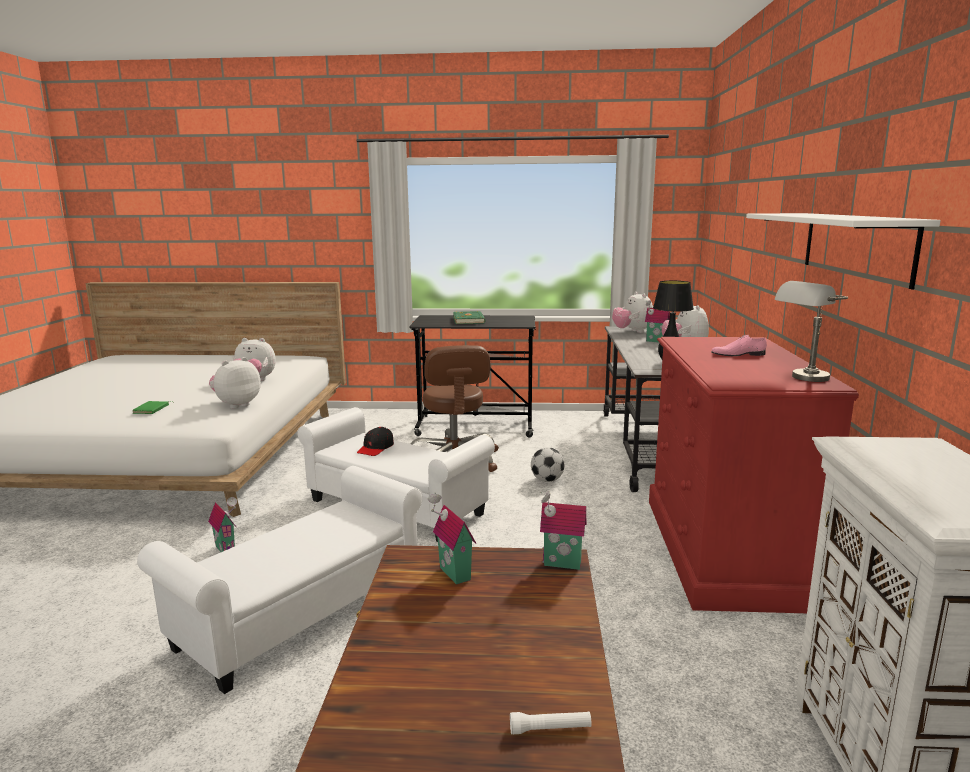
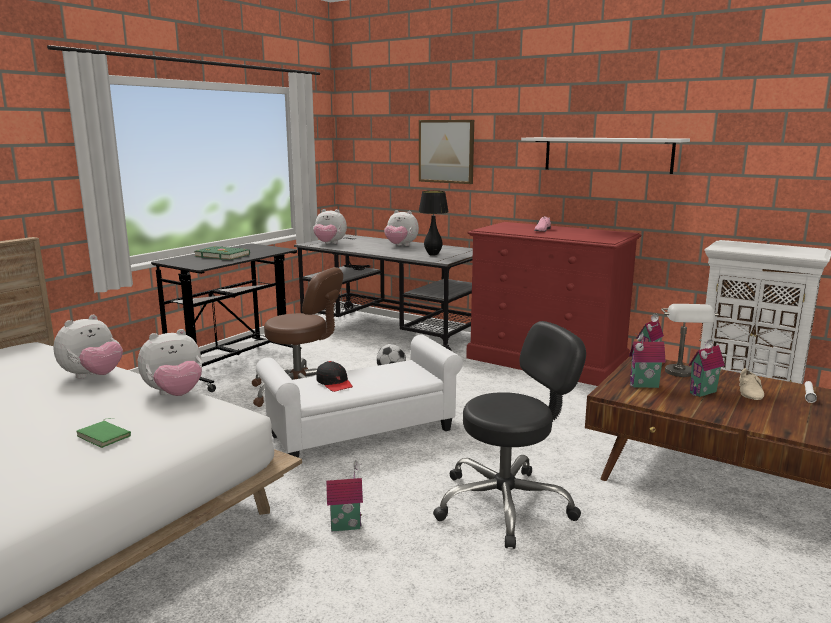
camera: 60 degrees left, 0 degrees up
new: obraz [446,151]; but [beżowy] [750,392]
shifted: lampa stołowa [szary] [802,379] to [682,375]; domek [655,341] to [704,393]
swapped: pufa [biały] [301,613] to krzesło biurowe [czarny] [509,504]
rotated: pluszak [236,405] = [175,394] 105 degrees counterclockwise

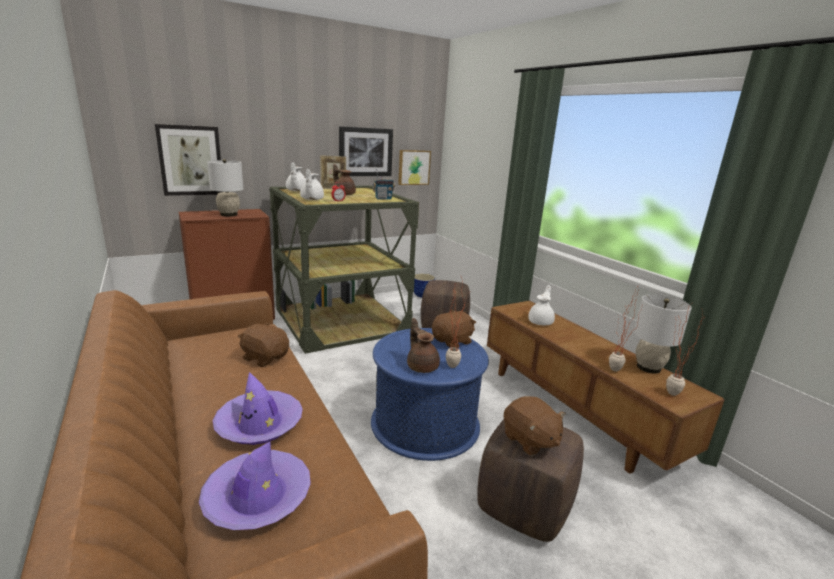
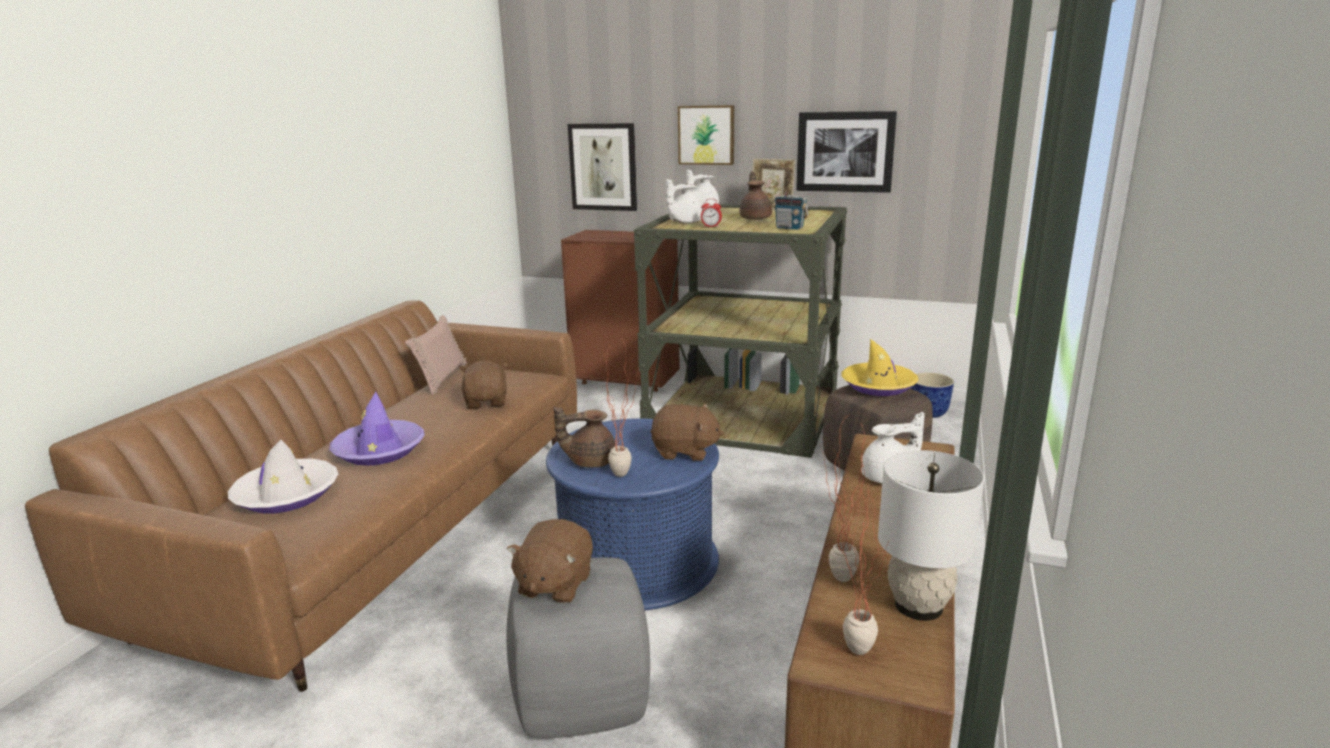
camera: 50 degrees right, 0 degrees up
gone: lampa stołowa [biały] [229,214]
new: poduszka [beżowy] [441,379]; kapelusz [żółty] [878,386]
shifted: obraz [413,167] to [706,135]
repainted: kapelusz [fioletowy] [257,497] to kapelusz [biały] [286,495]; pufa [brązowy] [523,507] to pufa [szary] [581,698]
rotated: imbryk [brązowy] [422,366] = [590,461] 120 degrees counterclockwise

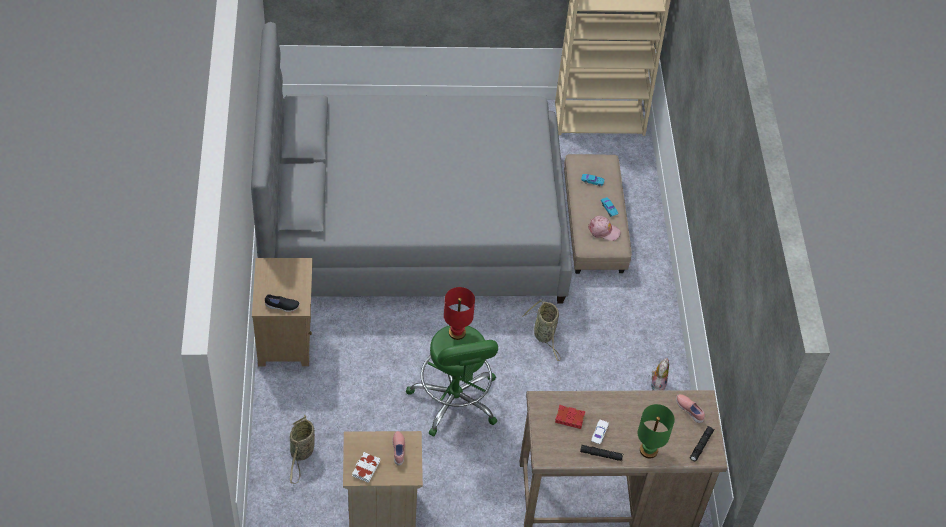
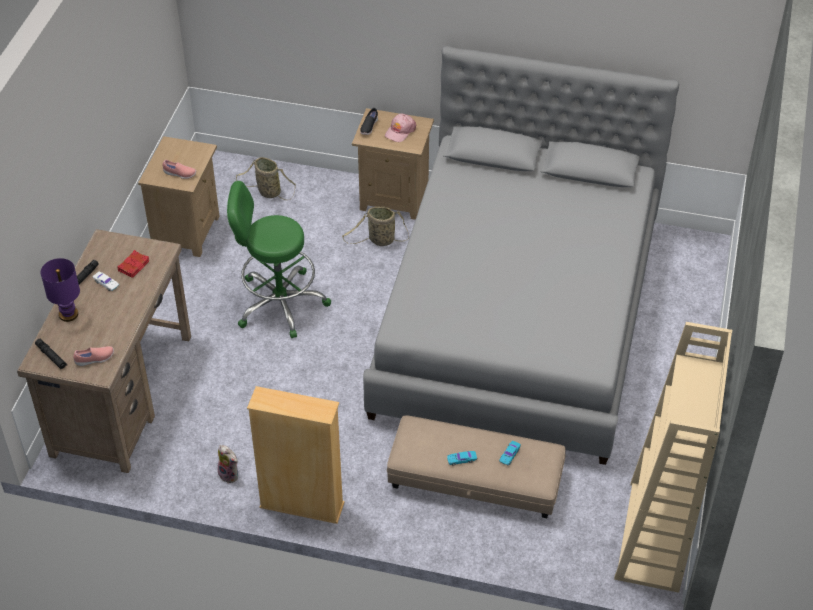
camera: 110 degrees right, 5 degrees down
gone: książka [biały] [365,468]; lampa stołowa [czerwony] [457,333]
new: regał [beżowy] [302,505]
shifted: koszyk [544,335] to [379,240]; czapka z daszkiem [różowy] [603,230] to [400,131]
repainted: lampa stołowa [zielony] [649,450] to lampa stołowa [fioletowy] [69,315]

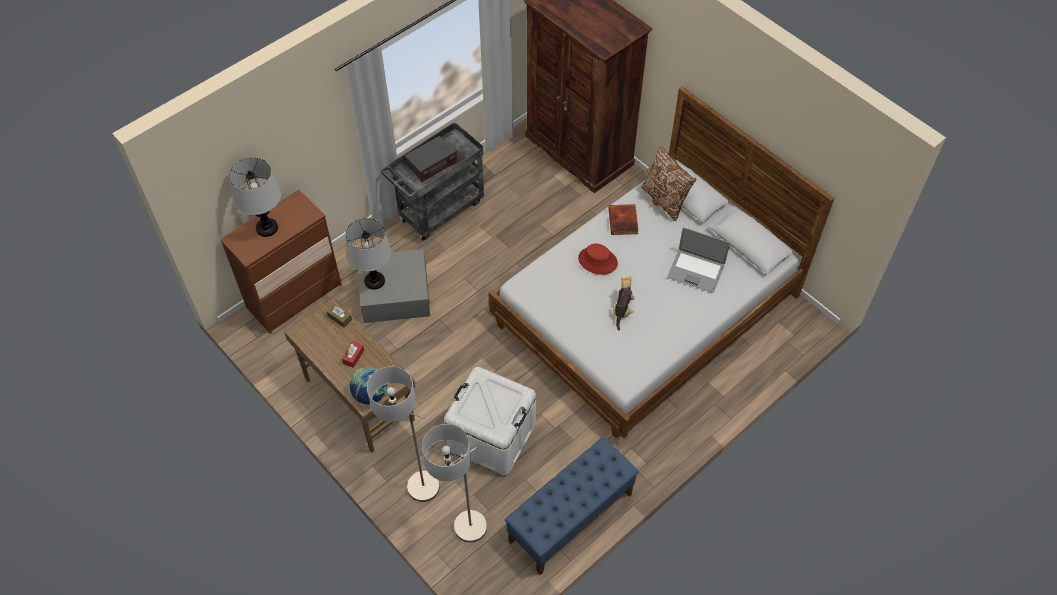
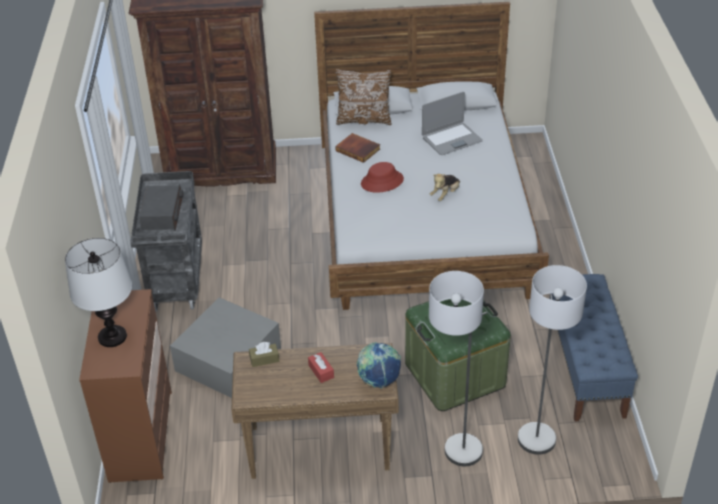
camera: 50 degrees left, 15 degrees down
gone: lampa stołowa [375,281]
repainted: pojemnik do przechowywania [biały] [492,436] to pojemnik do przechowywania [zielony] [455,375]
rotated: pluszak [622,310] = [445,194] 105 degrees counterclockwise

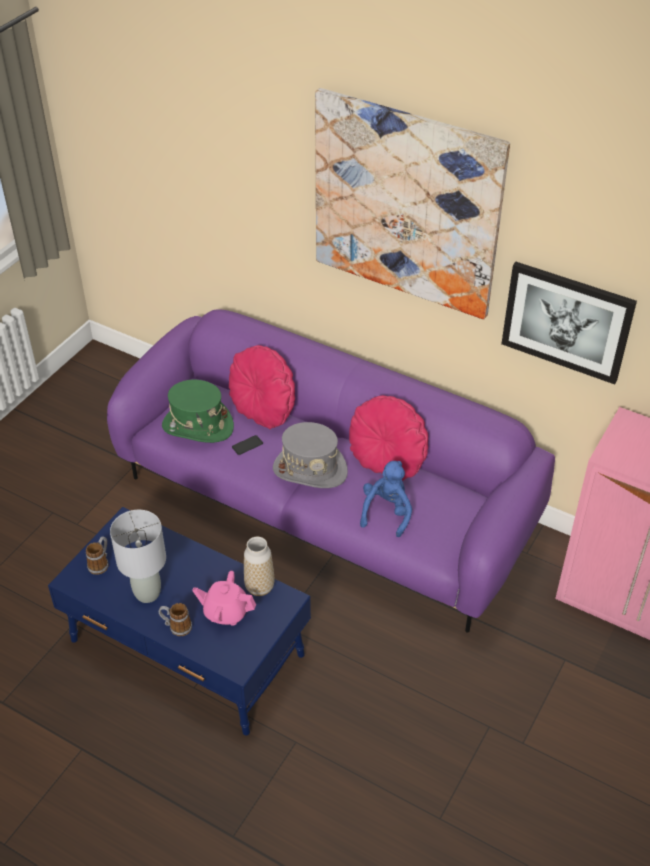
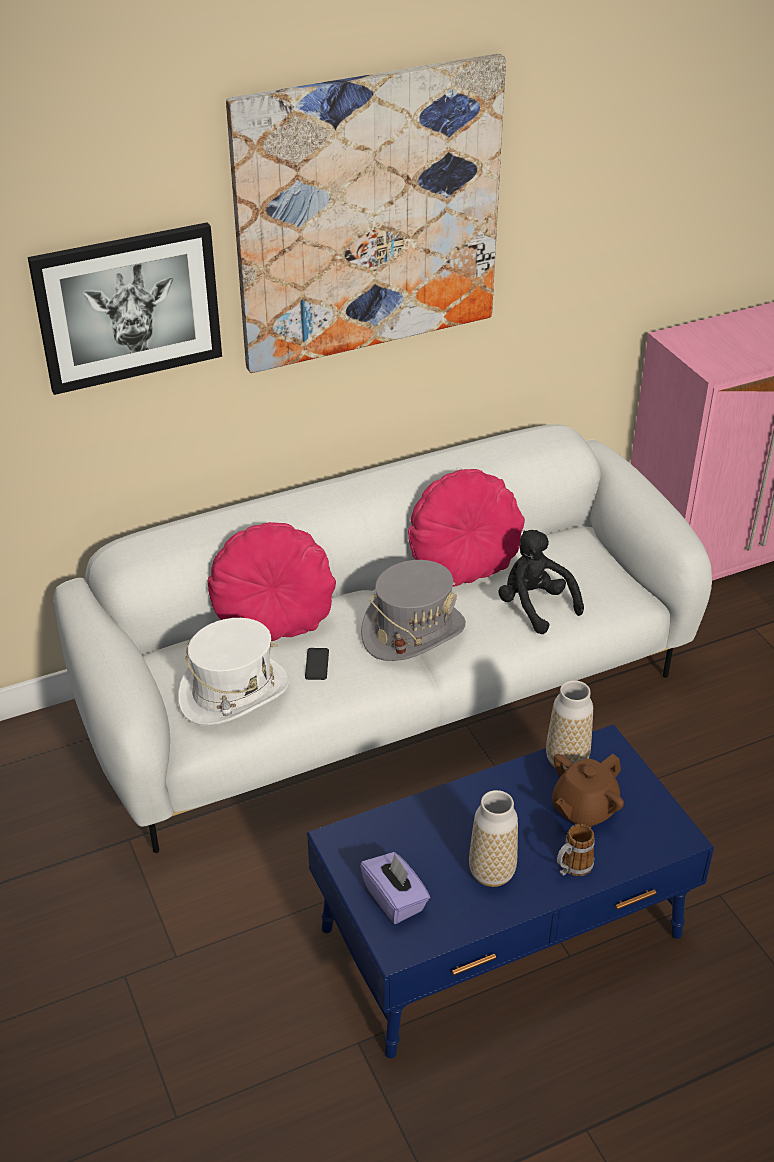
camera: 55 degrees left, 5 degrees down
shifted: obraz [567,321] to [128,307]
swapped: kubek [100,563] to pudełko chusteczek [fioletowy] [395,899]; lampa stołowa [szary] [147,594] to wazon [491,873]
repainted: kanapa [fioletowy] [325,507] to kanapa [biały] [387,695]; kapelusz [zielony] [197,426] to kapelusz [biały] [234,693]; pluszak [niebieski] [387,512] to pluszak [czarny] [535,606]; imbryk [różowy] [226,612] to imbryk [brązowy] [583,809]

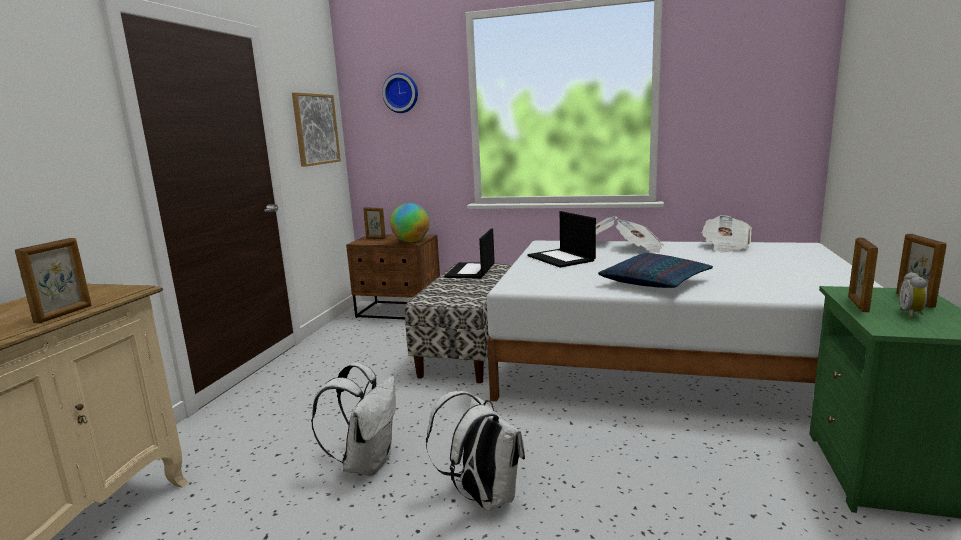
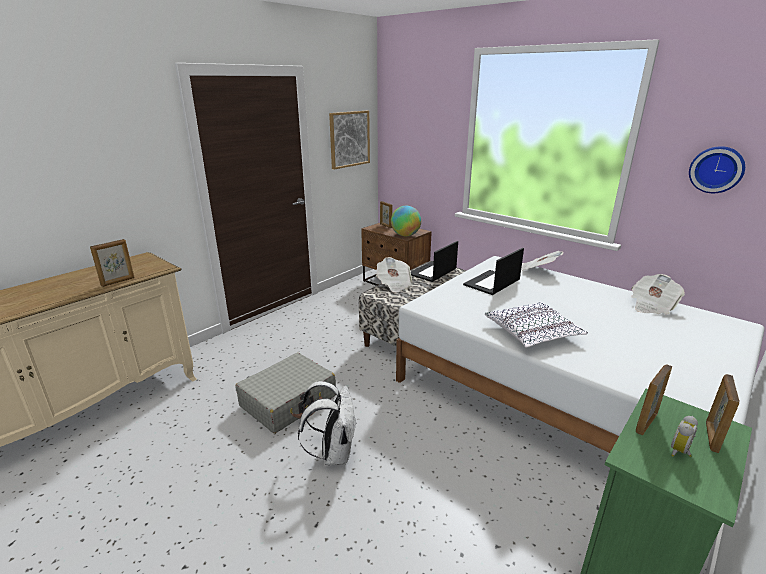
camera: 25 degrees right, 10 degrees up
shifted: gazeta [640,249] to [394,284]; zegar ścienny [401,93] to [716,169]
swapped: plecak [biały] [367,463] to walizka [szary] [289,401]
repainted: poduszka [niebieski] [655,283] to poduszka [biały] [532,333]
rotated: laptop [561,258] = [492,283] 45 degrees clockwise

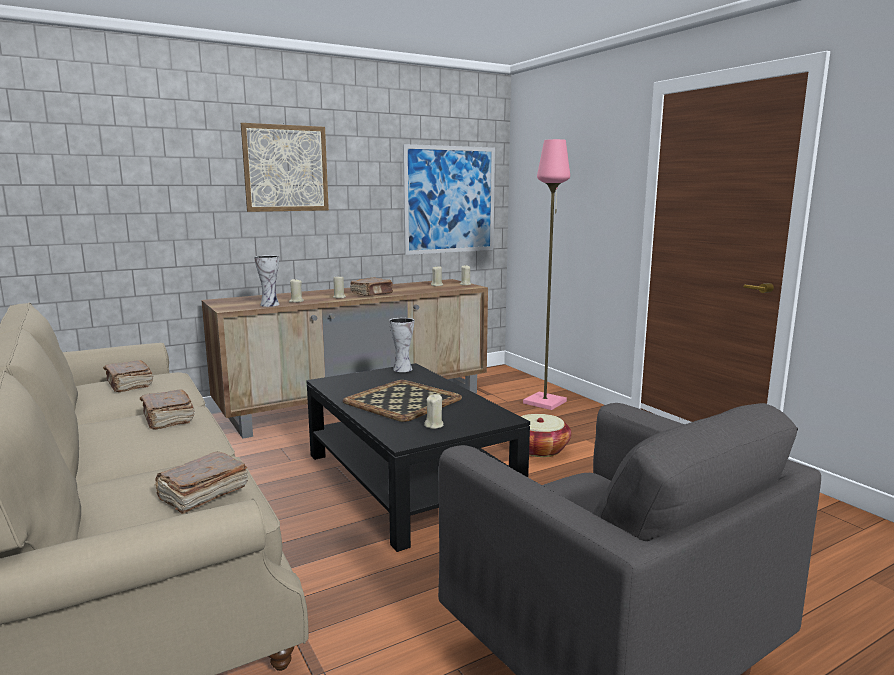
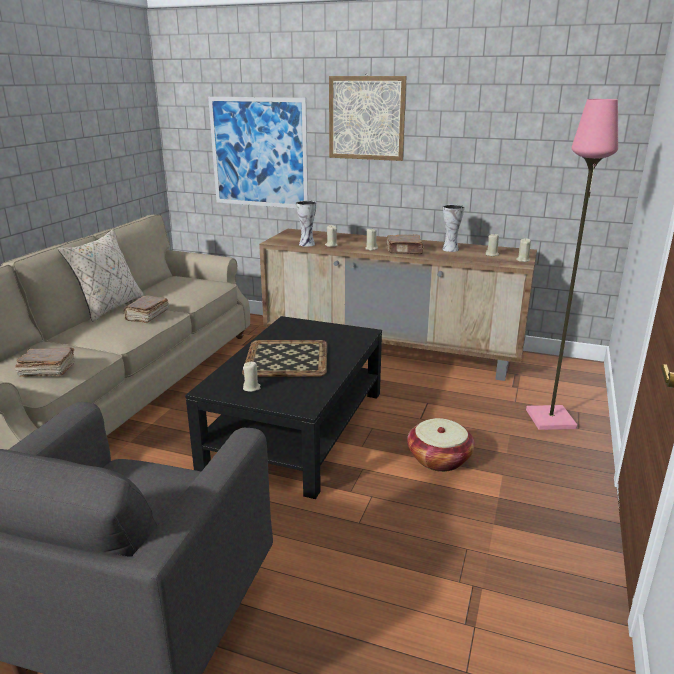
camera: 50 degrees right, 10 degrees up
gone: książka [brązowy] [129,384]
new: poduszka [beżowy] [109,307]
shifted: obraz [450,200] to [259,153]; wazon [401,369] to [450,249]

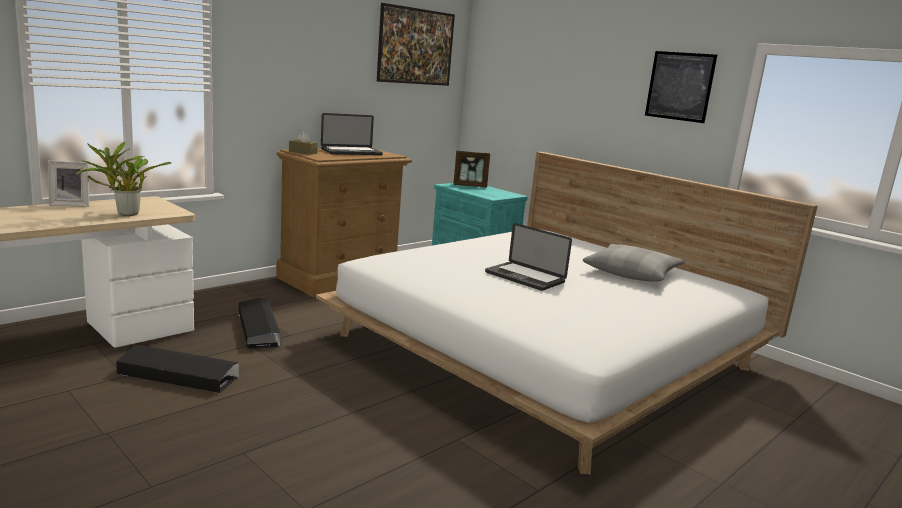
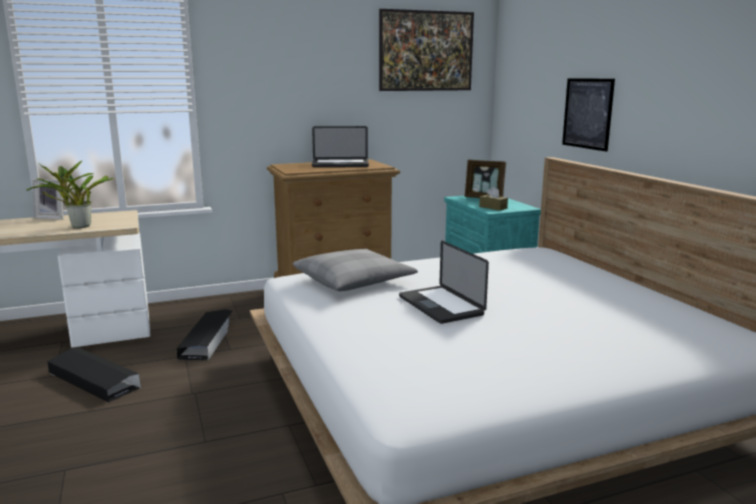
camera: 25 degrees right, 0 degrees up
shifted: poduszka [szary] [632,273] to [354,281]; pudełko chusteczek [brązowy] [303,152] to [493,207]; obraz [679,86] to [587,113]

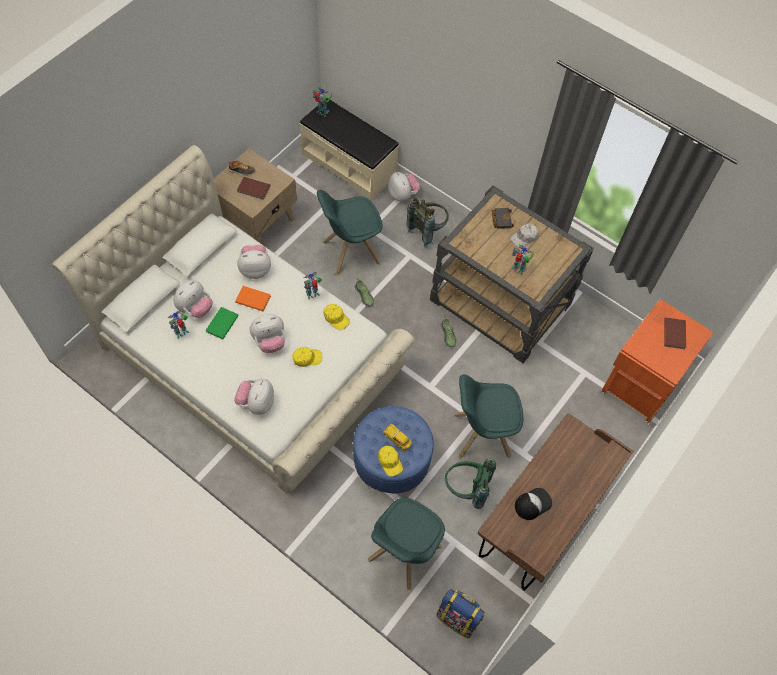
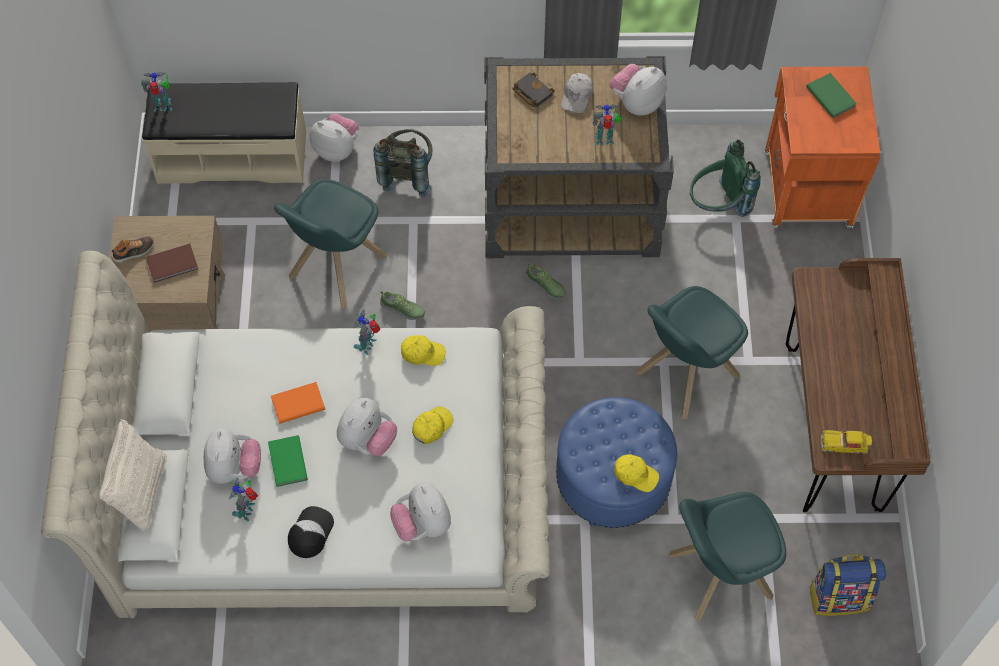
camera: 35 degrees left, 0 degrees up
new: poduszka [beżowy] [142,492]
shifted: czapka z daszkiem [532,503] to [310,532]; pluszak [255,269] to [636,103]; plecak [zielony] [466,489] to [718,205]; samochodzik [397,439] to [844,444]
repainted: książka [brązowy] [675,333] to książka [zielony] [831,96]
rotated: krzesło [turkusowy] [403,553] = [719,574] 75 degrees clockwise

